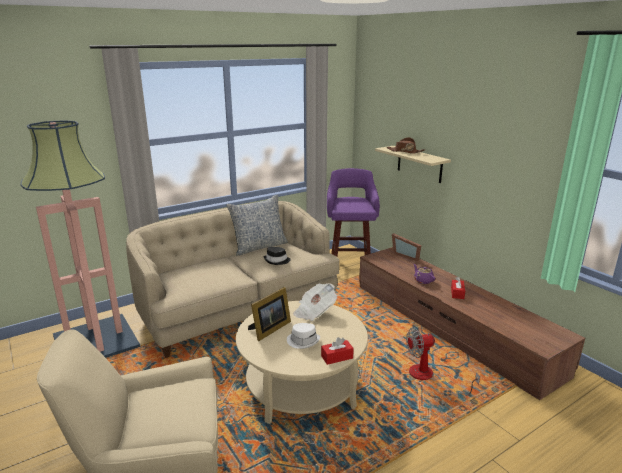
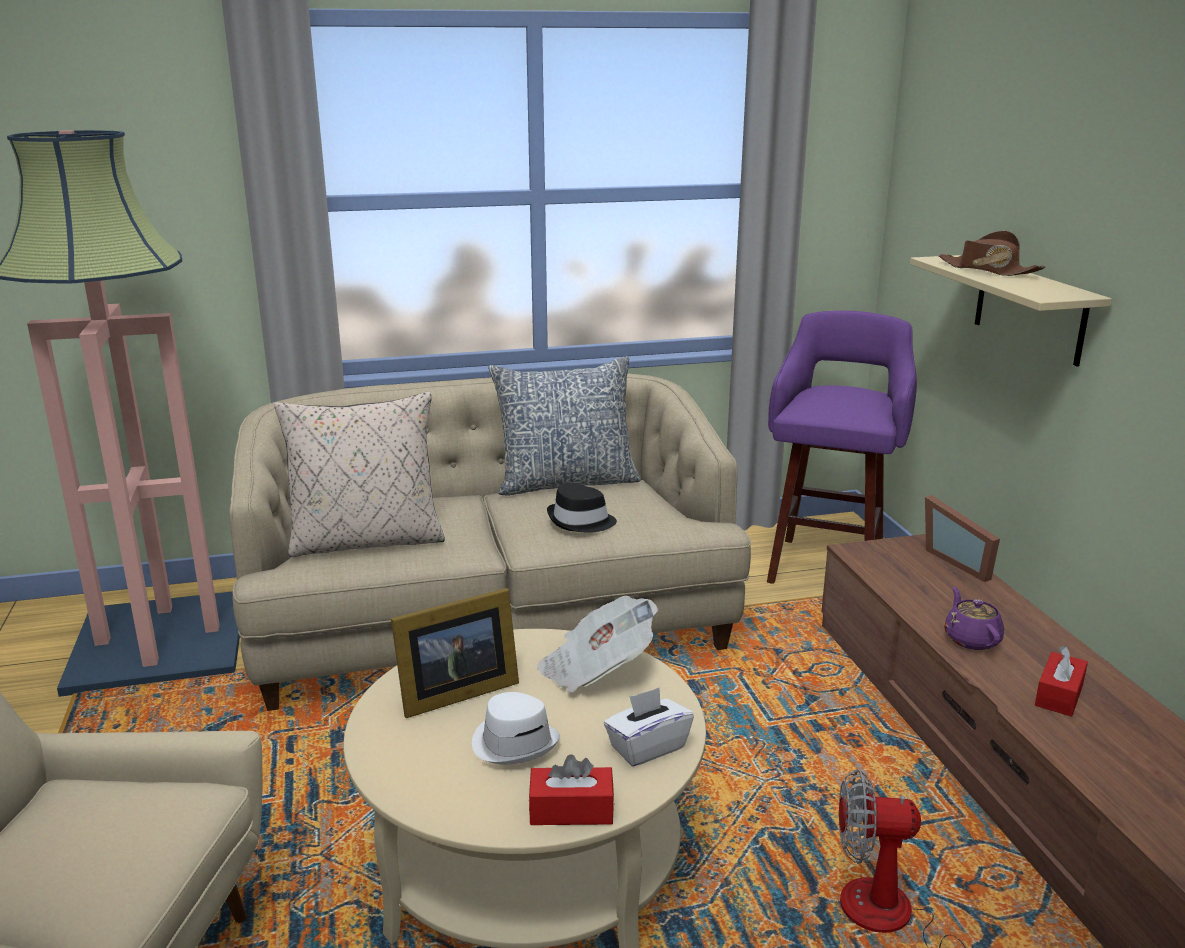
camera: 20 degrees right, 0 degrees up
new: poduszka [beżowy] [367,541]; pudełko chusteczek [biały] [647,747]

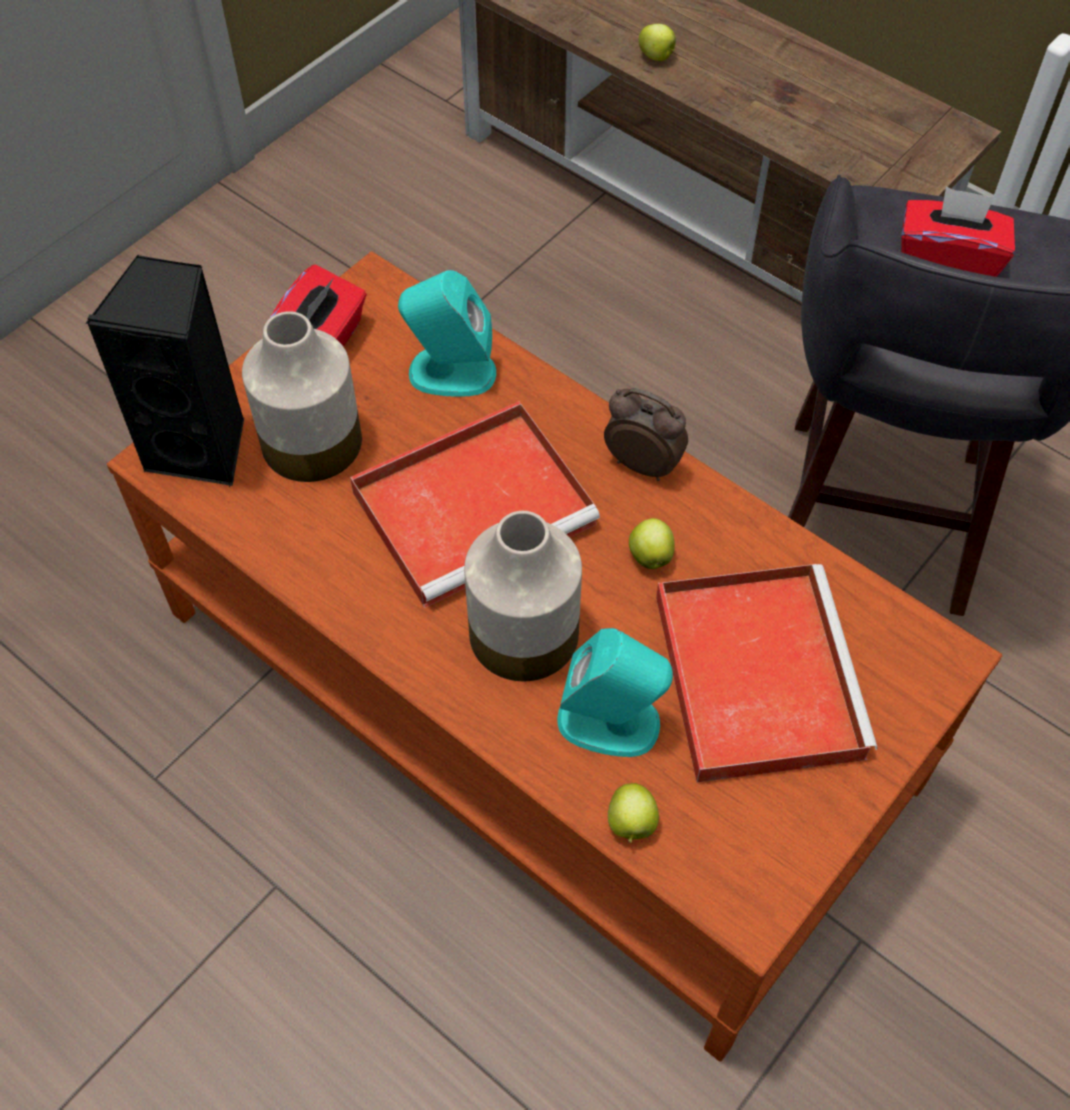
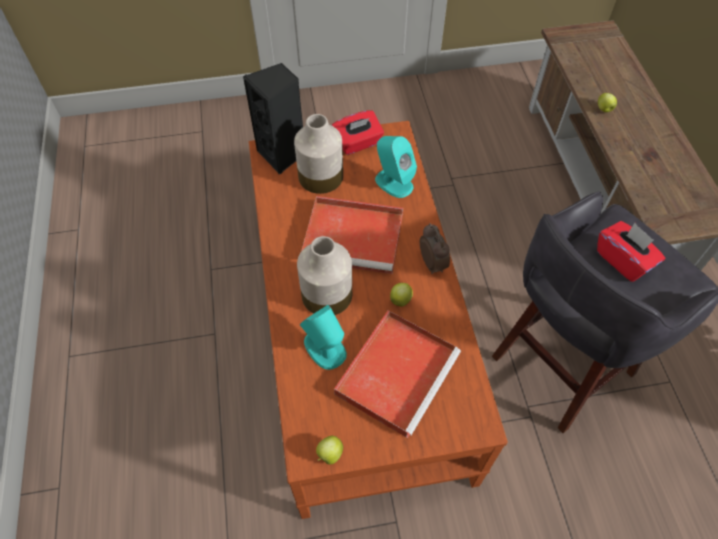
camera: 40 degrees right, 0 degrees up
shifted: jabłko [631,824] to [329,454]

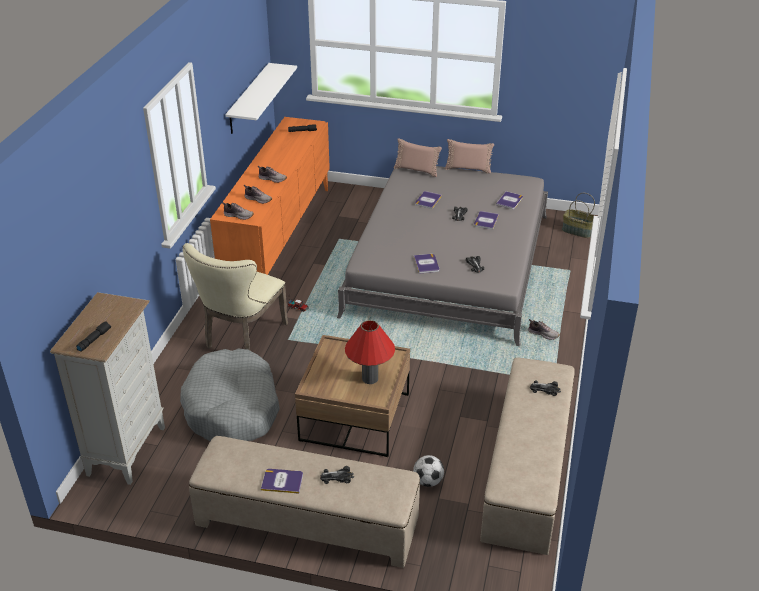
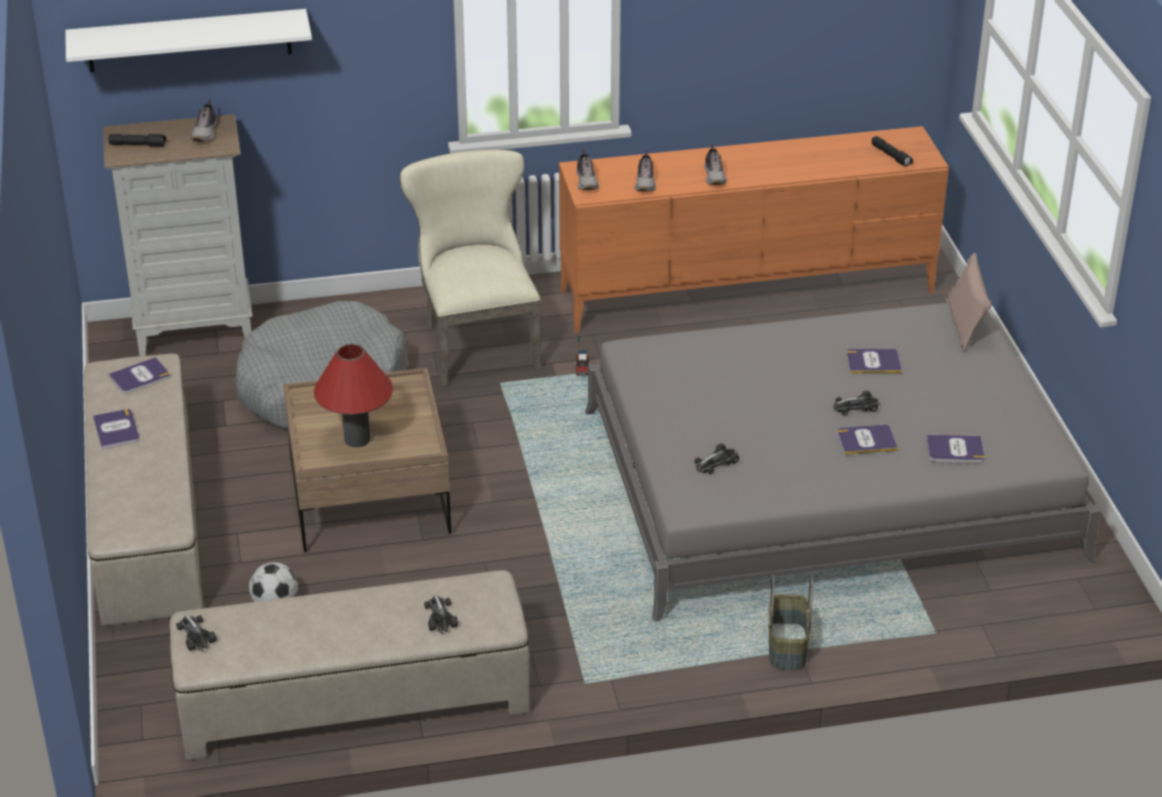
camera: 65 degrees right, 0 degrees up
gone: poduszka [beżowy] [468,169]
shifted: półka [biały] [249,98] to [189,40]; książka [426,264] to [140,377]; samochodzik [337,477] to [196,635]; but [543,334] to [205,132]; koszyk [577,231] to [786,646]
rotated: krzesło [beżowy] [242,337] = [476,342] 75 degrees clockwise

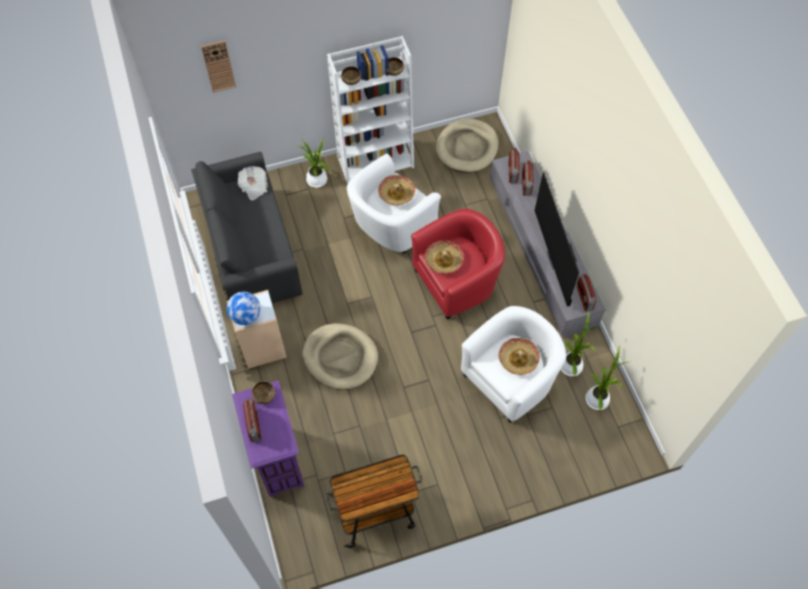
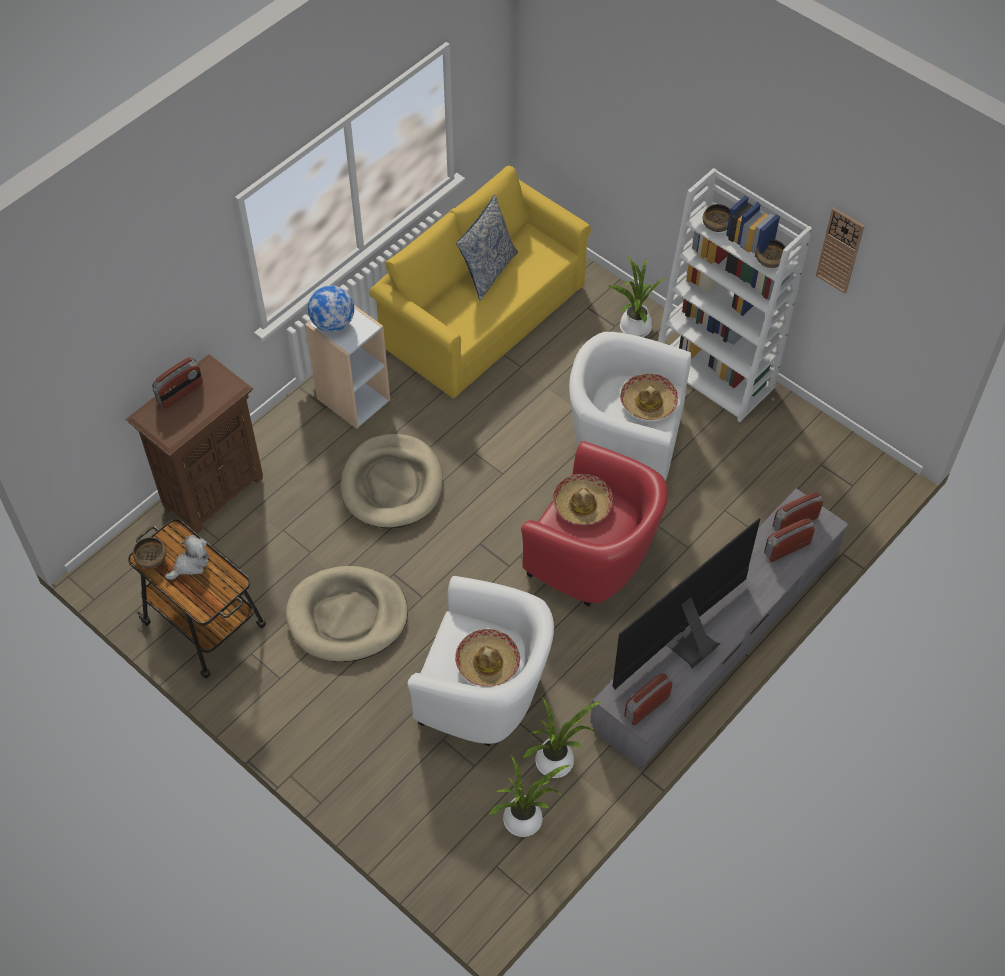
camera: 60 degrees right, 5 degrees down
gone: gazeta [253,187]
new: pluszak [190,564]; poduszka [487,271]
shifted: miska [264,395] to [151,558]; legowisko [beżowy] [467,148] to [347,617]; zegar ścienny [218,66] to [840,250]
repainted: szafka [fioletowy] [278,461] to szafka [brązowy] [214,491]; kanapa [szary] [252,249] to kanapa [żółty] [483,316]

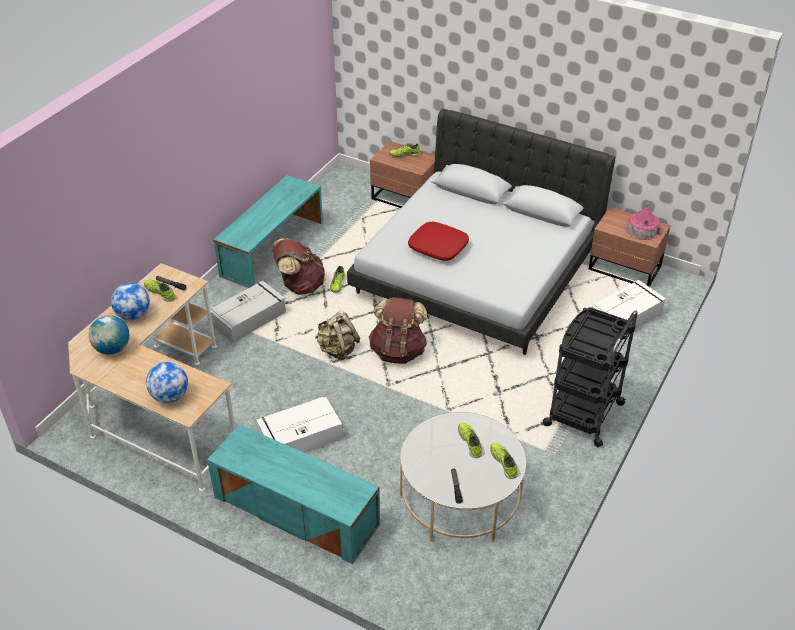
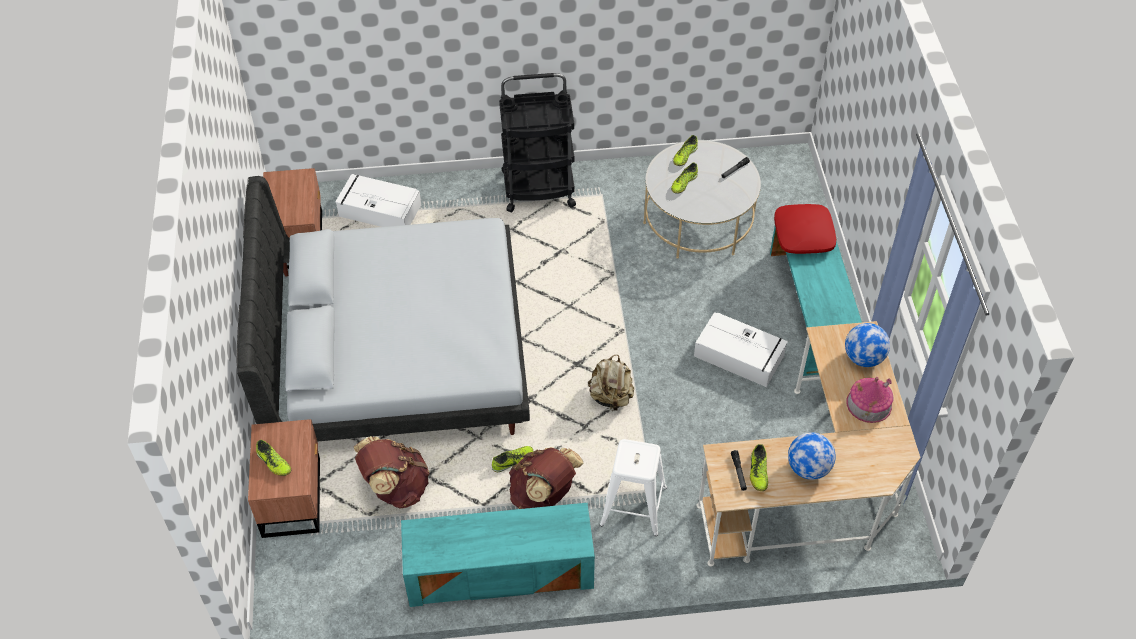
camera: 125 degrees left, 10 degrees up
gone: globus [112,349]
shifted: plecak [brązowy] [398,351] to [395,488]; poduszka [czerwony] [438,247] to [803,235]; domek [642,230] to [869,404]
swapped: pojemnik do przechowywania [szary] [249,318] to stołek [biały] [633,505]

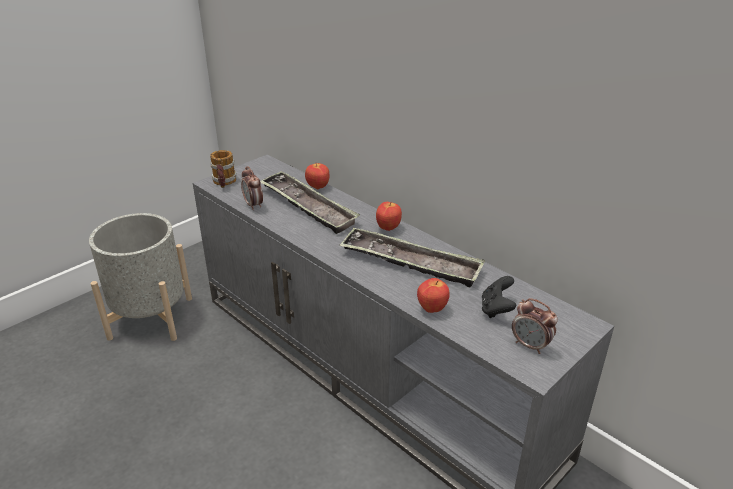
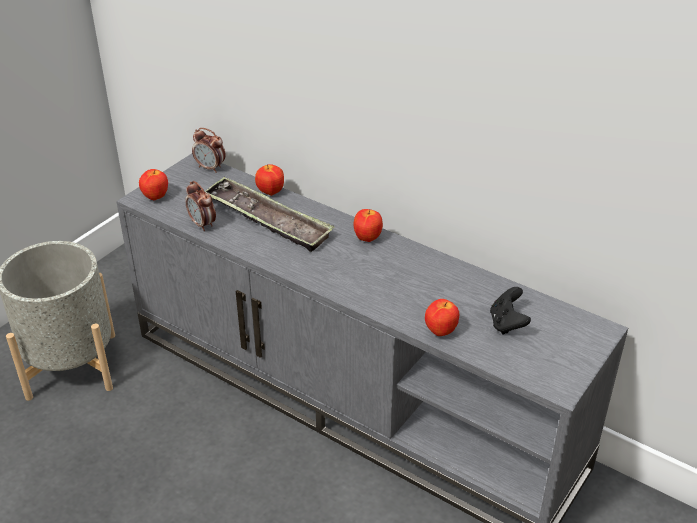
camera: 10 degrees left, 5 degrees up
gone: taca [410,263]
shifted: budzik [530,345] to [210,168]
swapped: kubek [224,183] to jabłko [155,197]

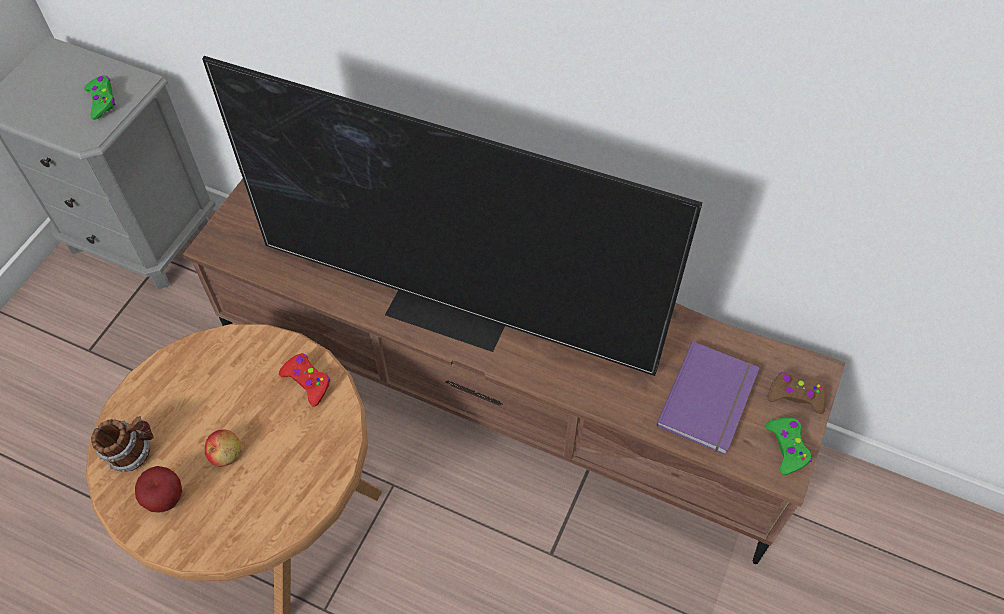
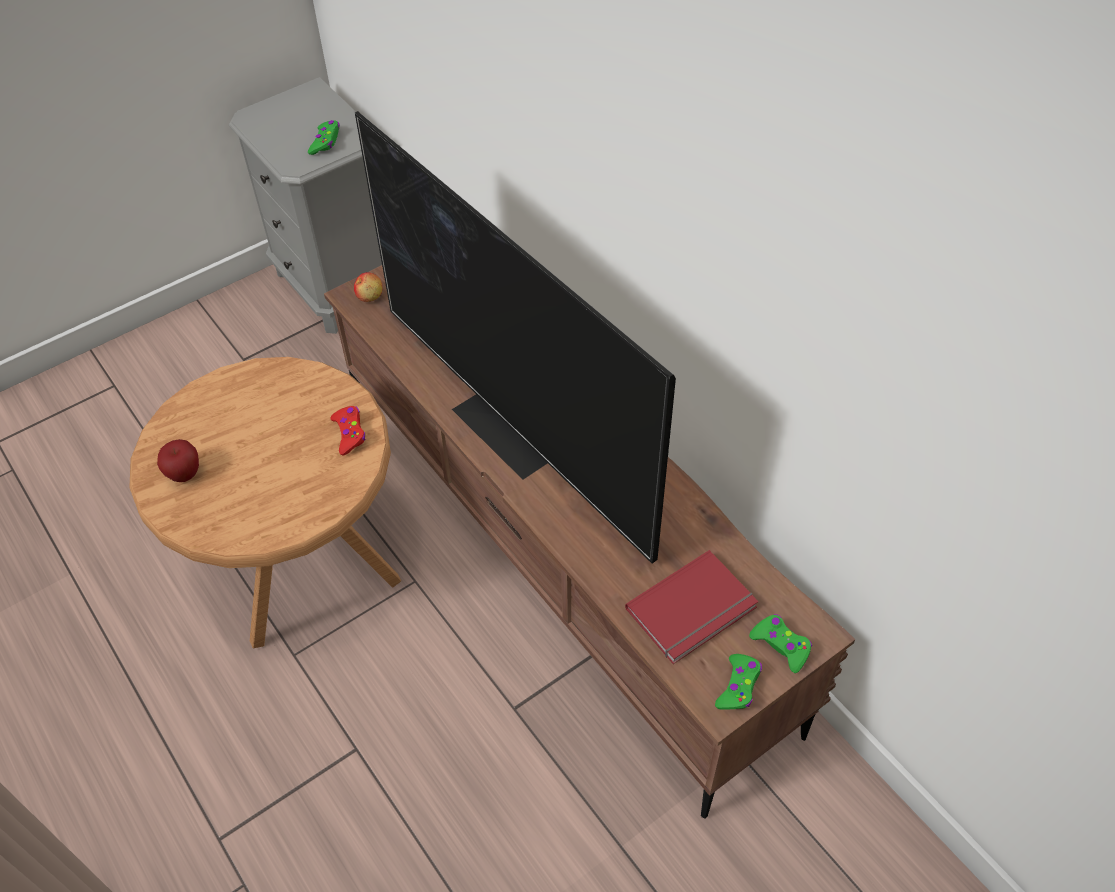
camera: 30 degrees right, 5 degrees down
gone: kubek [133,452]
shifted: jabłko [226,454] to [370,296]
repainted: książka [fioletowy] [711,400] to książka [czerwony] [694,610]; pad do gier [brązowy] [796,396] to pad do gier [zielony] [781,645]

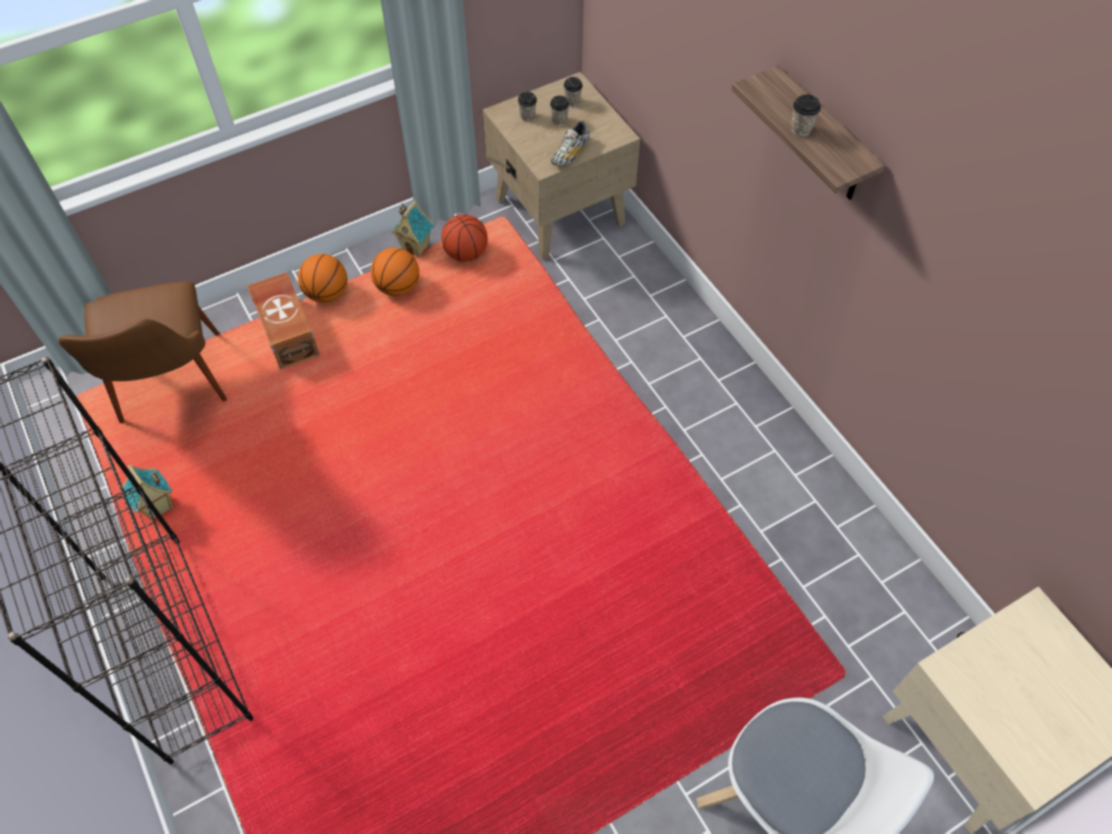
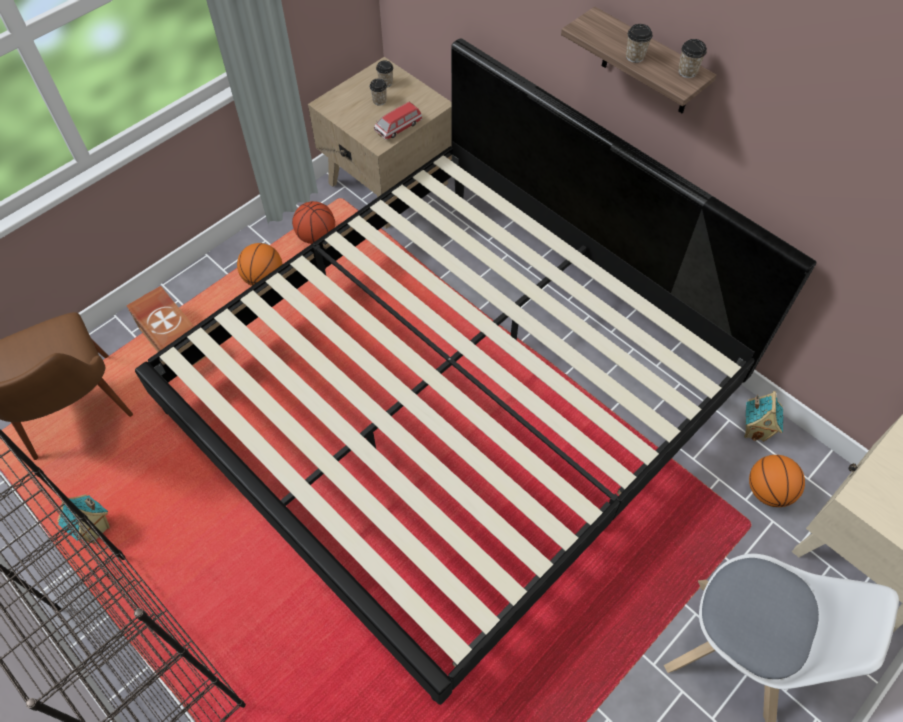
camera: 15 degrees left, 0 degrees up
new: łóżko [452,400]
shifted: filiżanka [527,116] to [687,72]; domek [416,248] to [755,430]; piłka do koszykówki [327,293] to [768,491]
swapped: but [570,153] to samochodzik [398,127]

